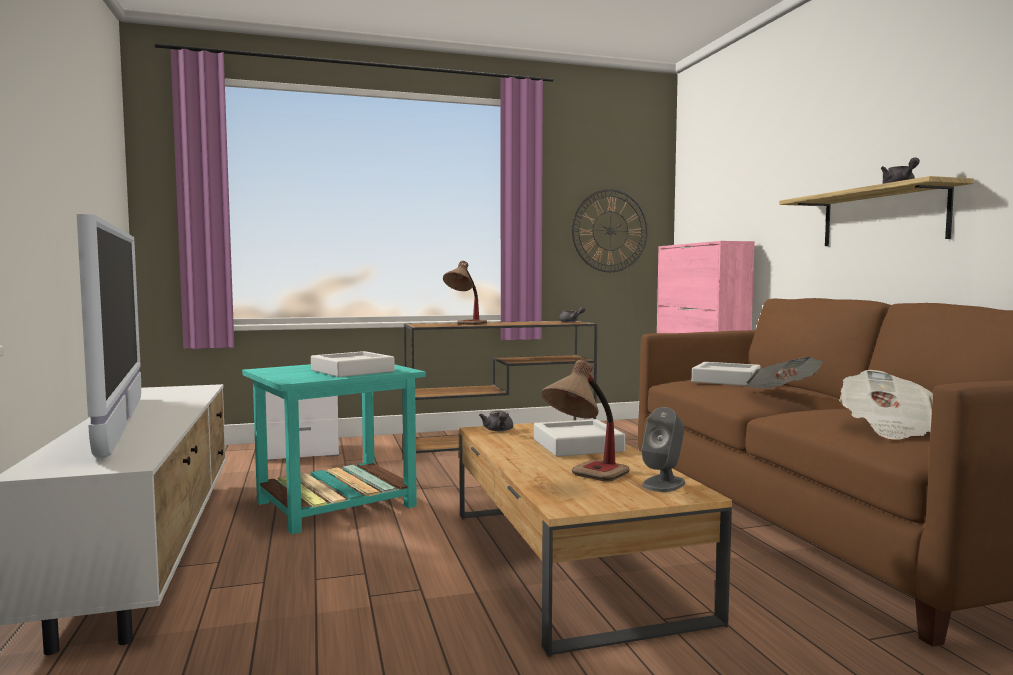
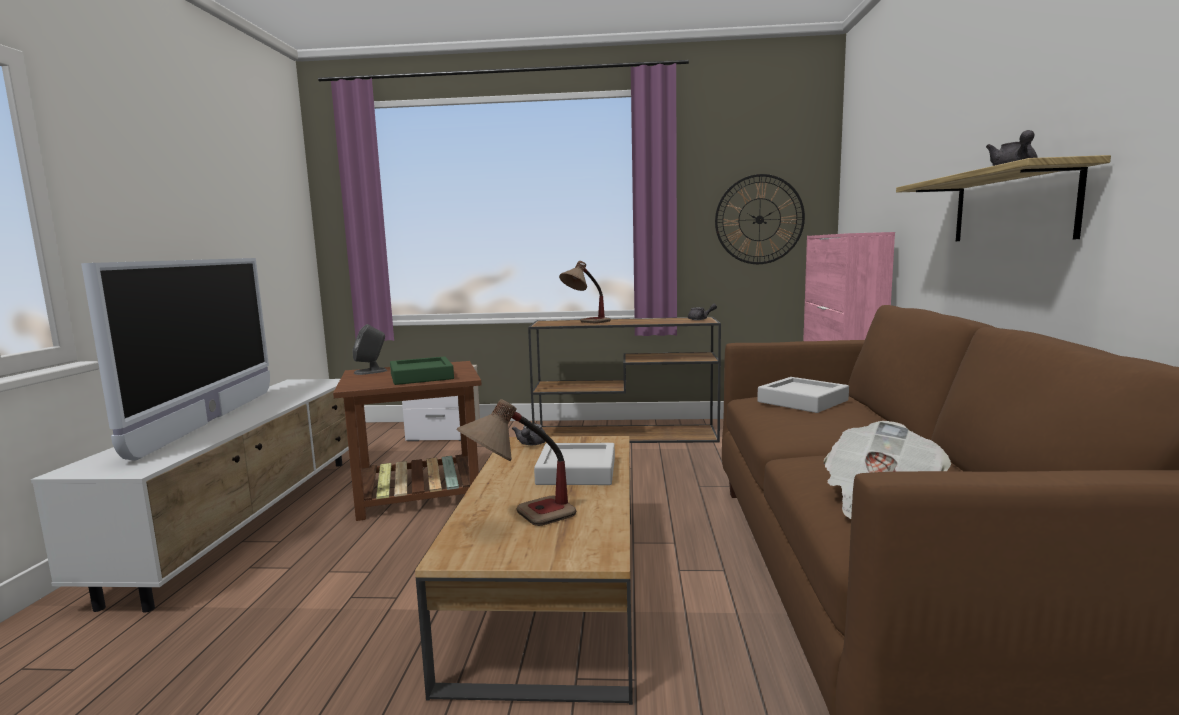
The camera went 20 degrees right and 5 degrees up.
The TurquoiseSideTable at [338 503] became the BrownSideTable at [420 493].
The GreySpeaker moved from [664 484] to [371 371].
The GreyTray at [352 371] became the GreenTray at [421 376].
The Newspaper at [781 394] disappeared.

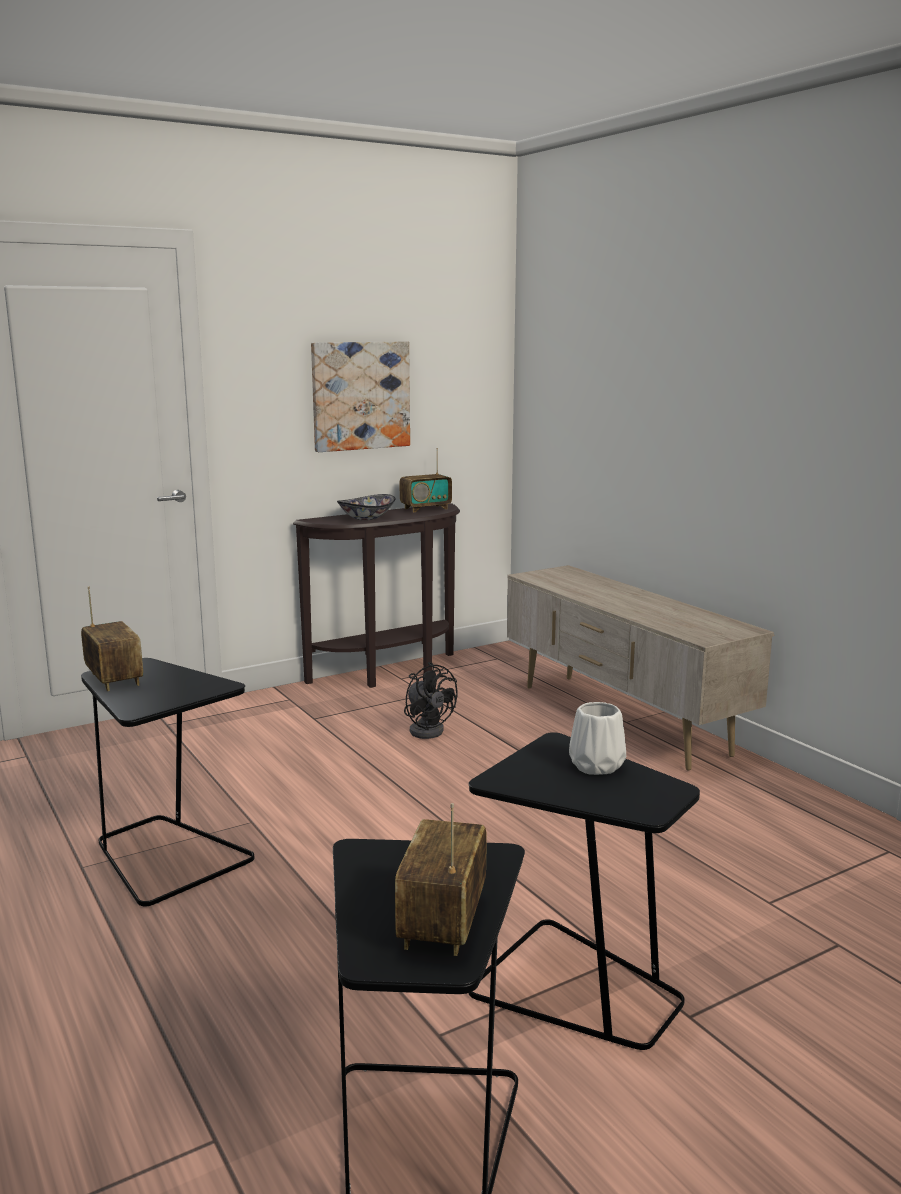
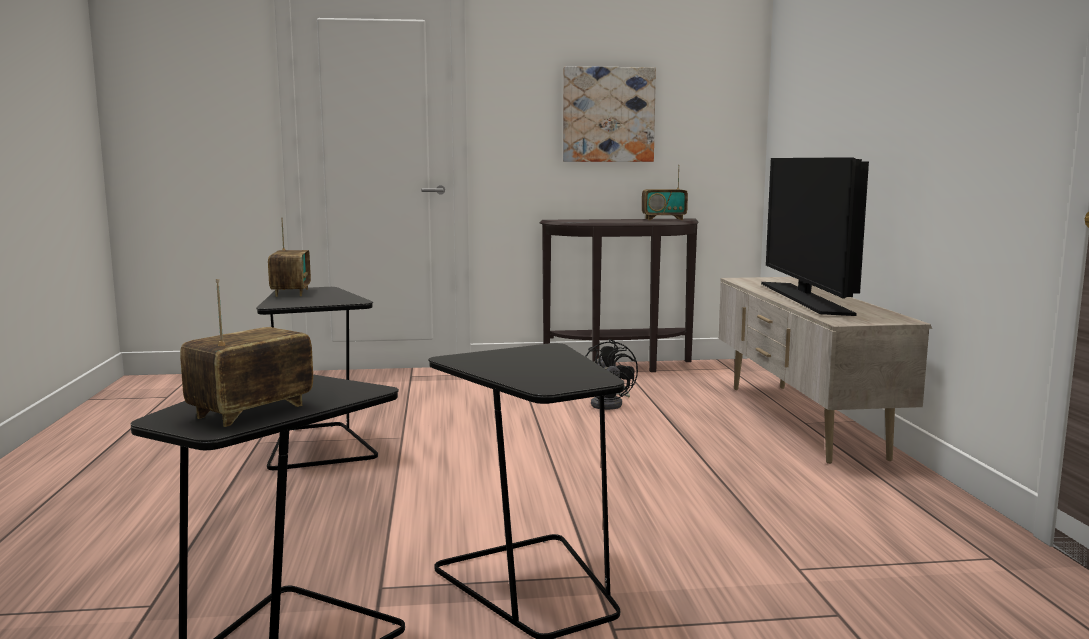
The camera went 25 degrees right and 5 degrees down.
The Television at [805 299] appeared.
The Bowl at [366 518] disappeared.
The WhiteVase at [597 766] disappeared.

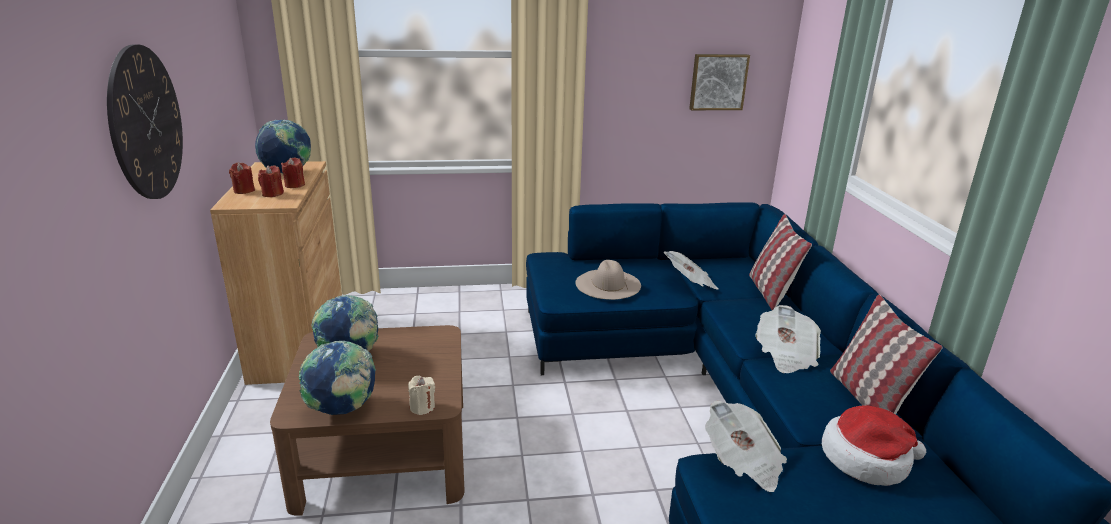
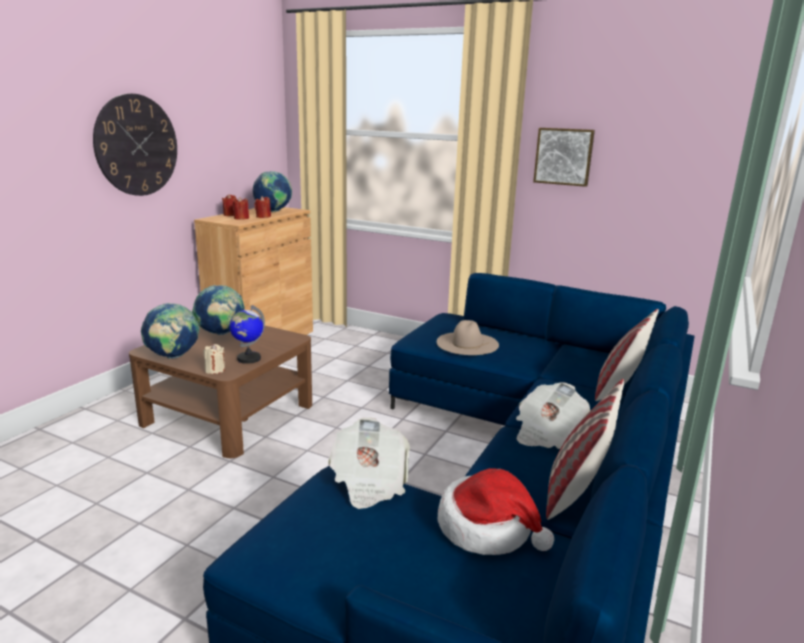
The camera went 35 degrees right and 5 degrees down.
The Globe at [248 359] appeared.
The Picture moved from [718 82] to [563 156].
The Newspaper at [690 283] disappeared.

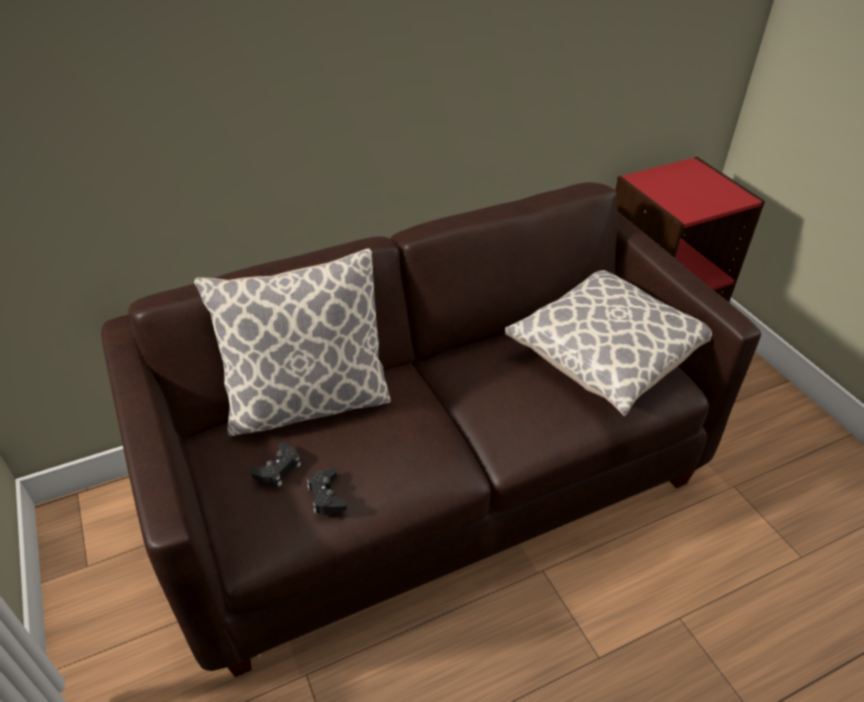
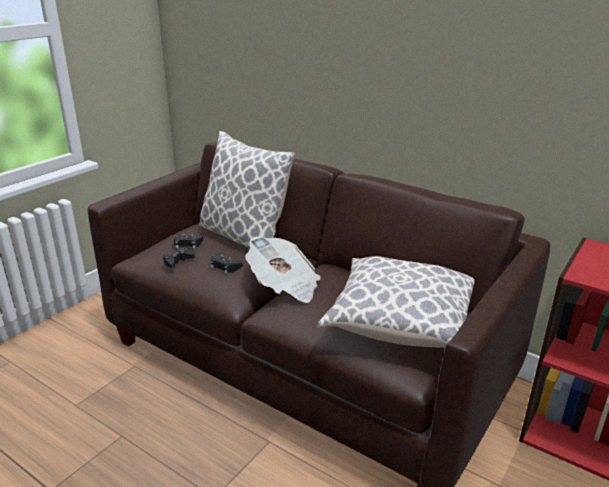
The camera went 60 degrees right and 15 degrees down.
The BlackGameController at [225 266] appeared.
The Newspaper at [284 286] appeared.

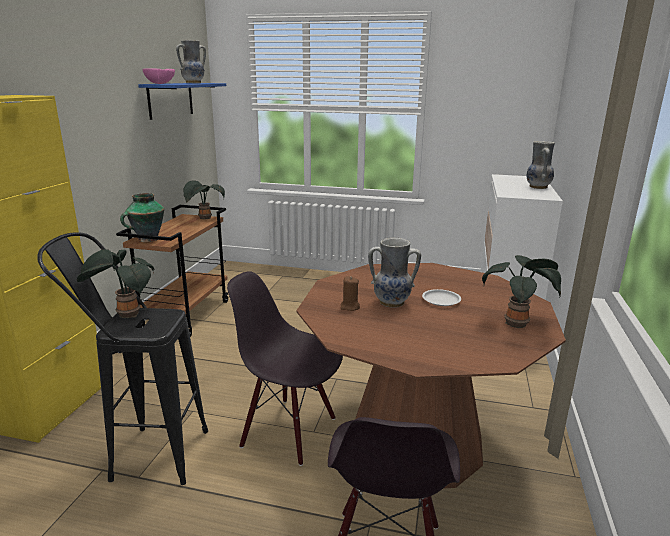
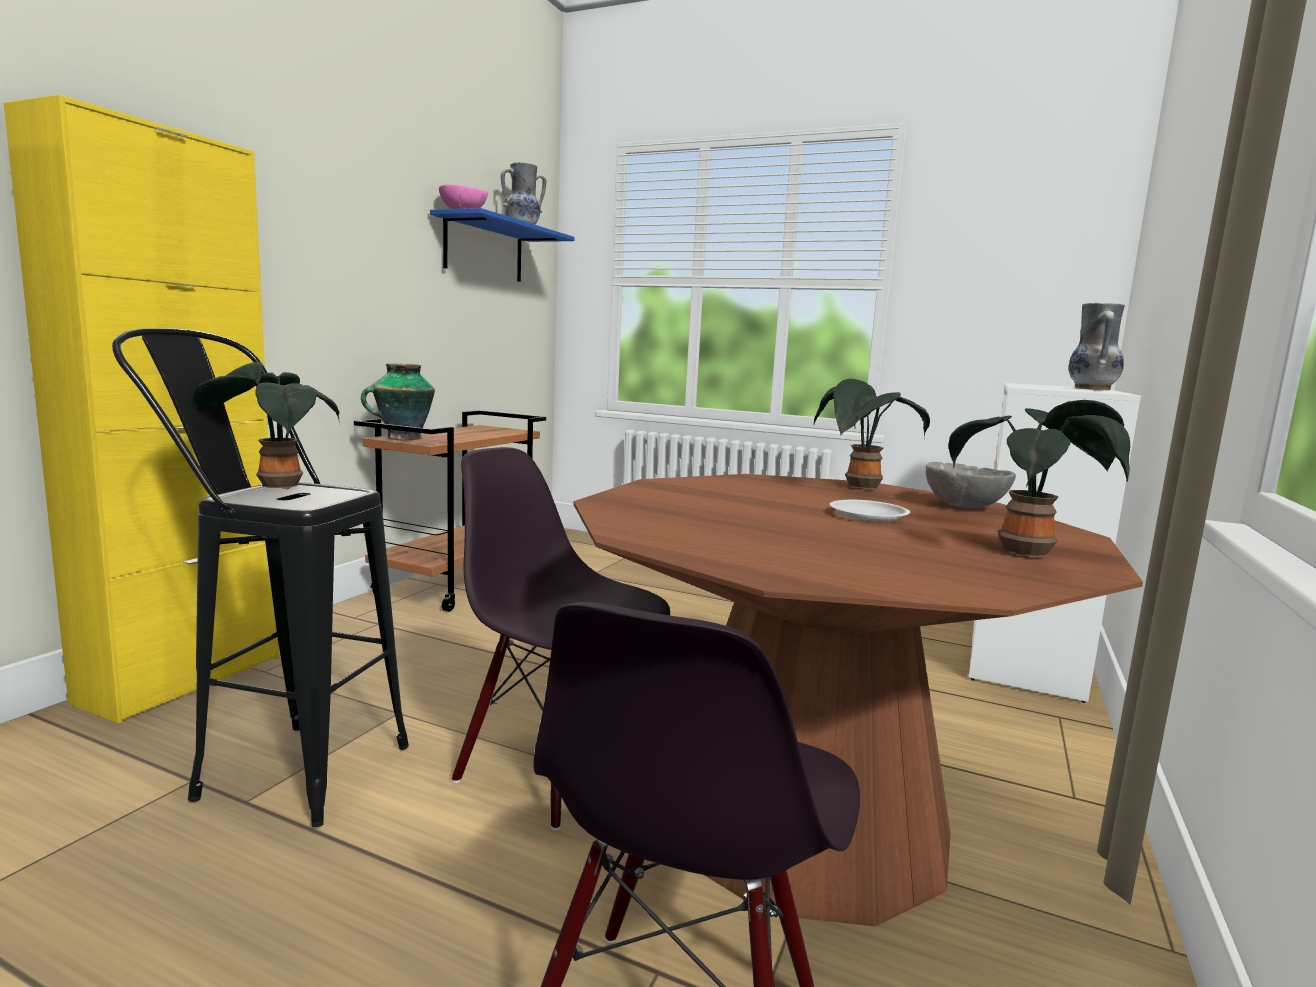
The camera went 10 degrees right and 10 degrees down.
The PottedPlant moved from [204 218] to [861 488].
The GreyBowl at [963 506] appeared.
The BrownCandle at [350 307] disappeared.
The Vase at [391 303] disappeared.

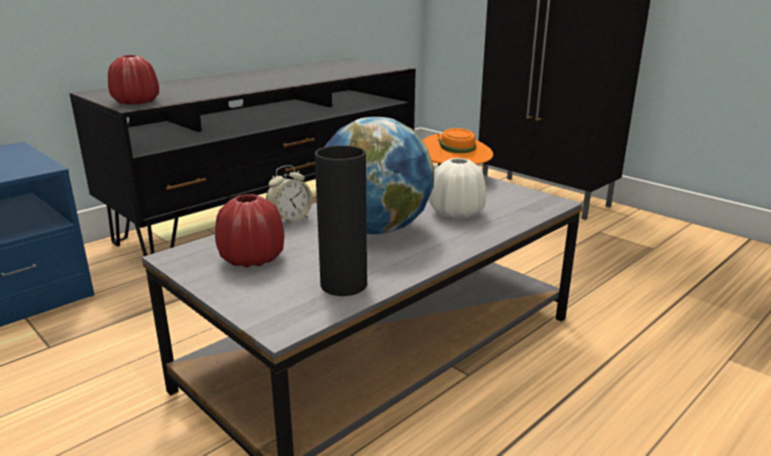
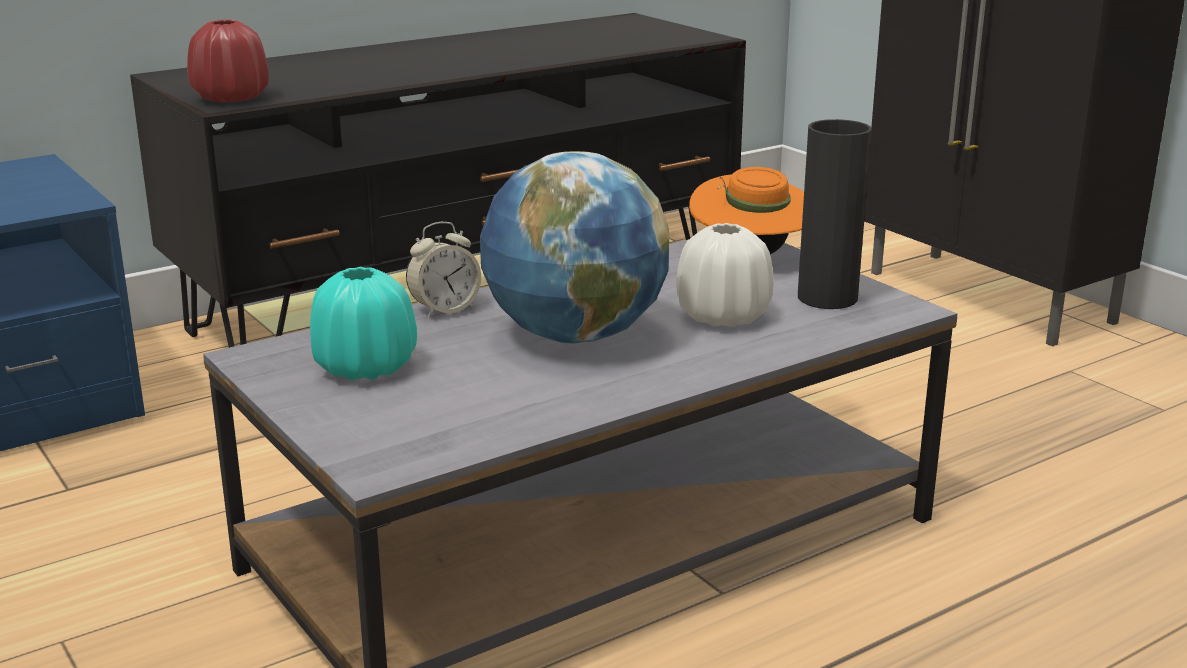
The camera went 10 degrees right and 0 degrees up.
The RedVase at [252 259] became the TurquoiseVase at [365 368].
The BlackVase moved from [344 285] to [827 298].

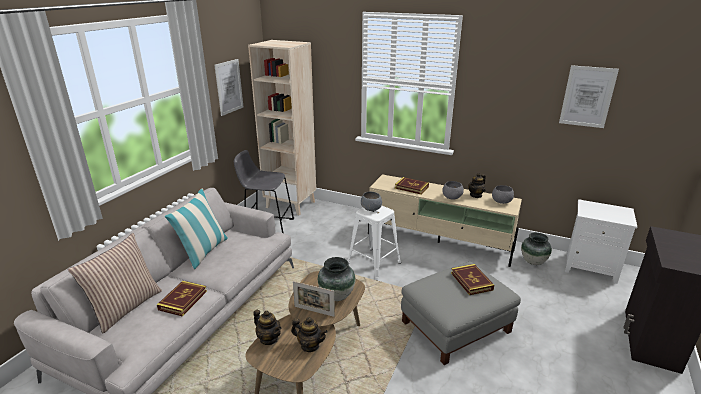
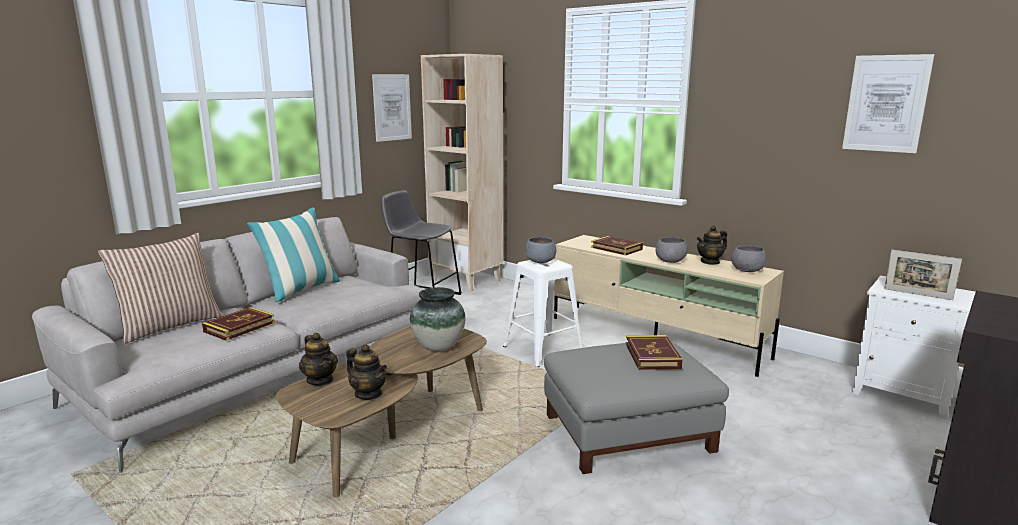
The camera went 15 degrees right and 10 degrees down.
The PictureFrame moved from [314 311] to [917 294].
The Vase at [533 262] disappeared.

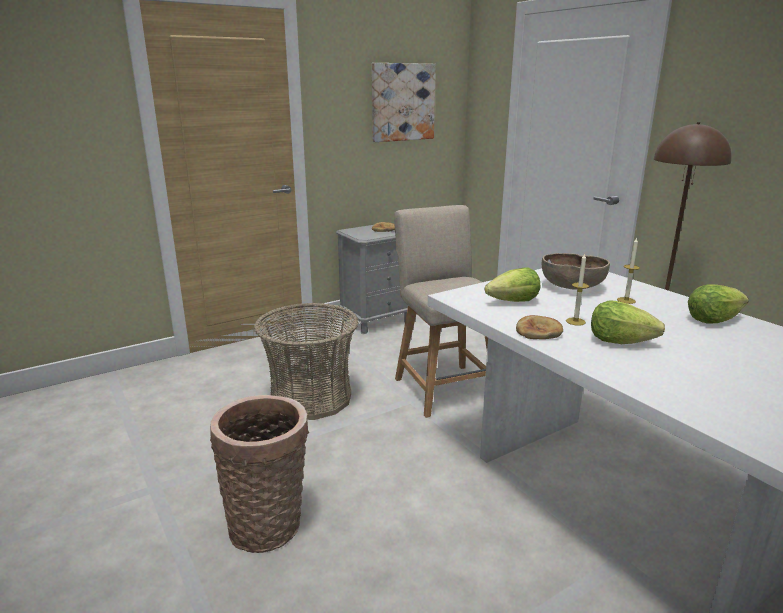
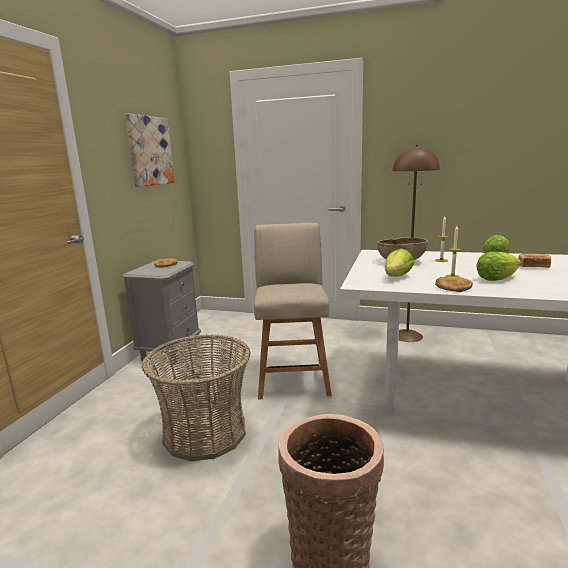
The camera went 40 degrees left and 5 degrees down.
The BeigeChair at [443 387] turned 60 degrees clockwise.
The Bread at [533 267] appeared.

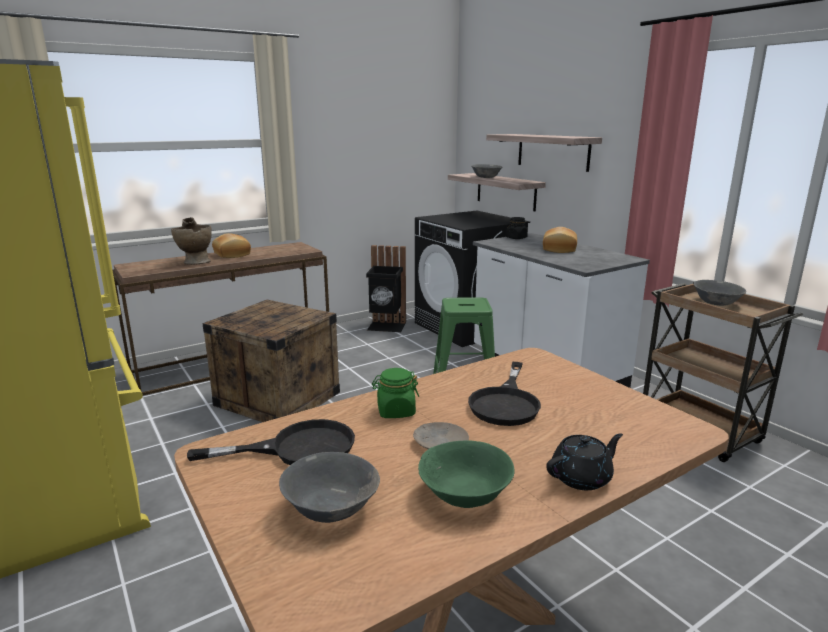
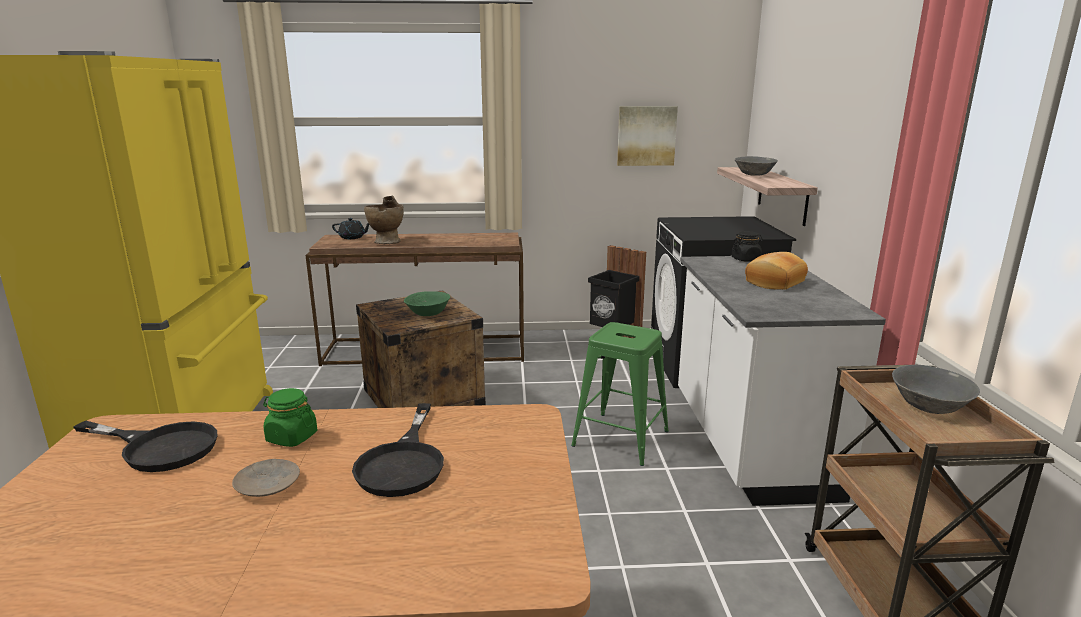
The camera went 30 degrees right and 0 degrees up.
The BlackTeapot moved from [582 477] to [352 237].
The BlackFryingPan at [506 402] turned 45 degrees counterclockwise.
The GreenBowl moved from [465 493] to [428 313].
The Picture at [646 136] appeared.
The Bread at [231 254] disappeared.
The GreyBowl at [329 508] disappeared.
The Shelf at [553 151] disappeared.

